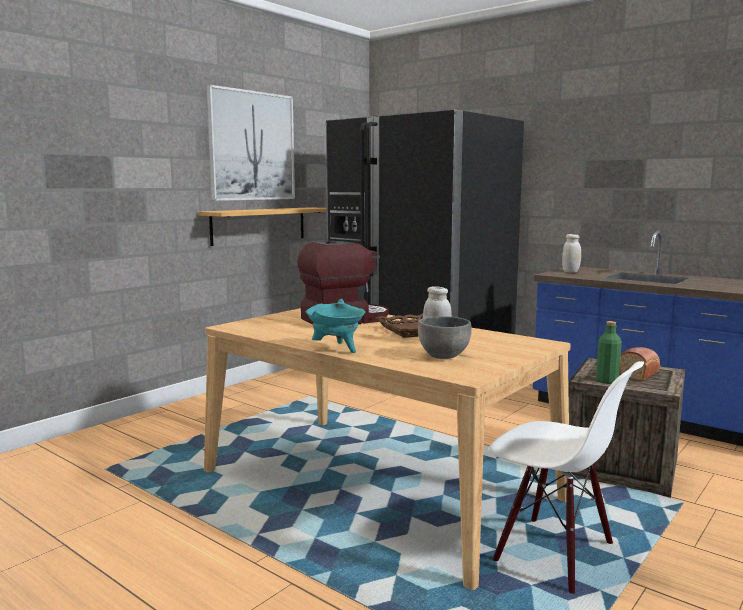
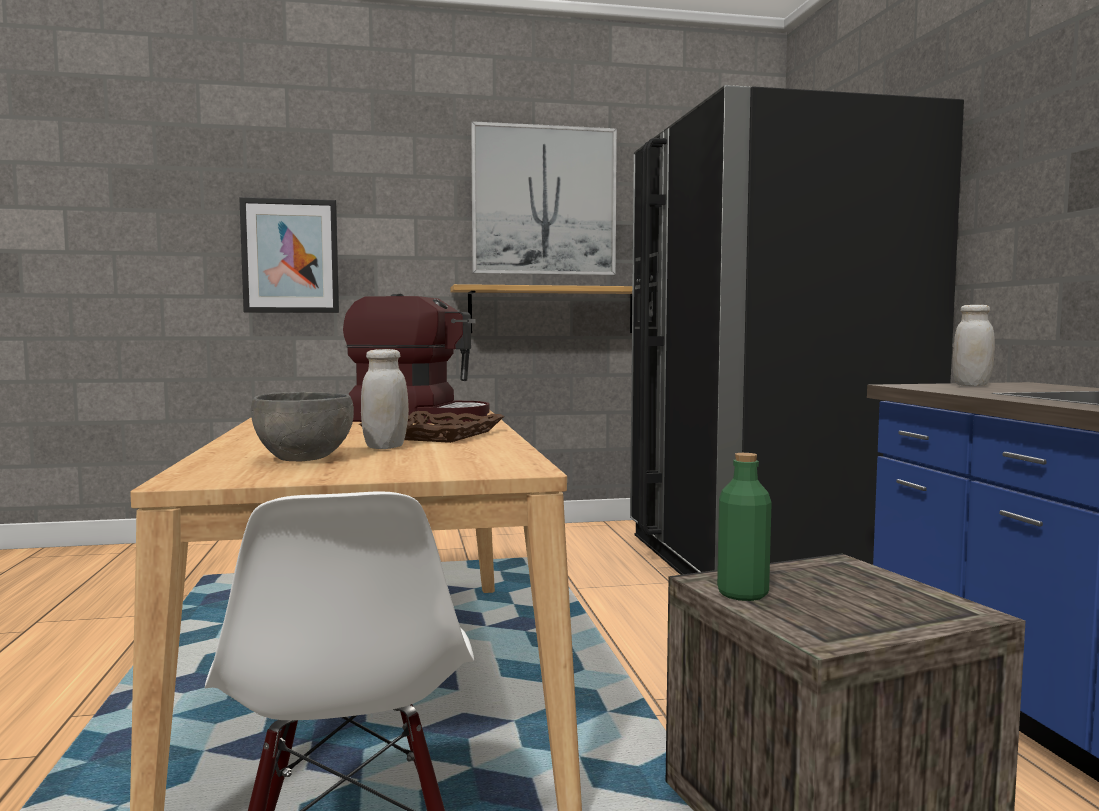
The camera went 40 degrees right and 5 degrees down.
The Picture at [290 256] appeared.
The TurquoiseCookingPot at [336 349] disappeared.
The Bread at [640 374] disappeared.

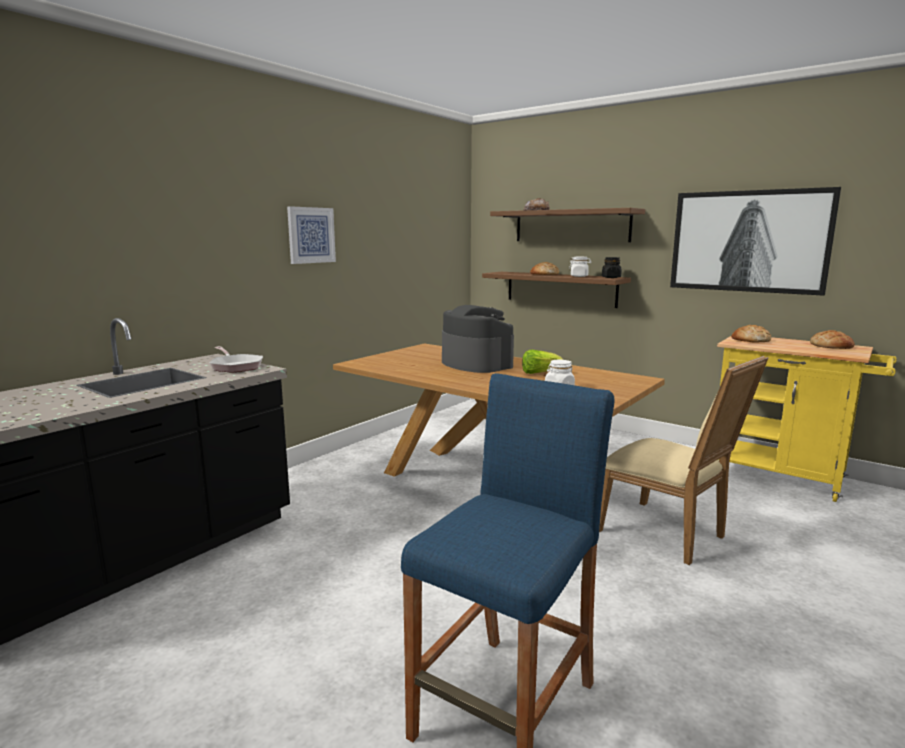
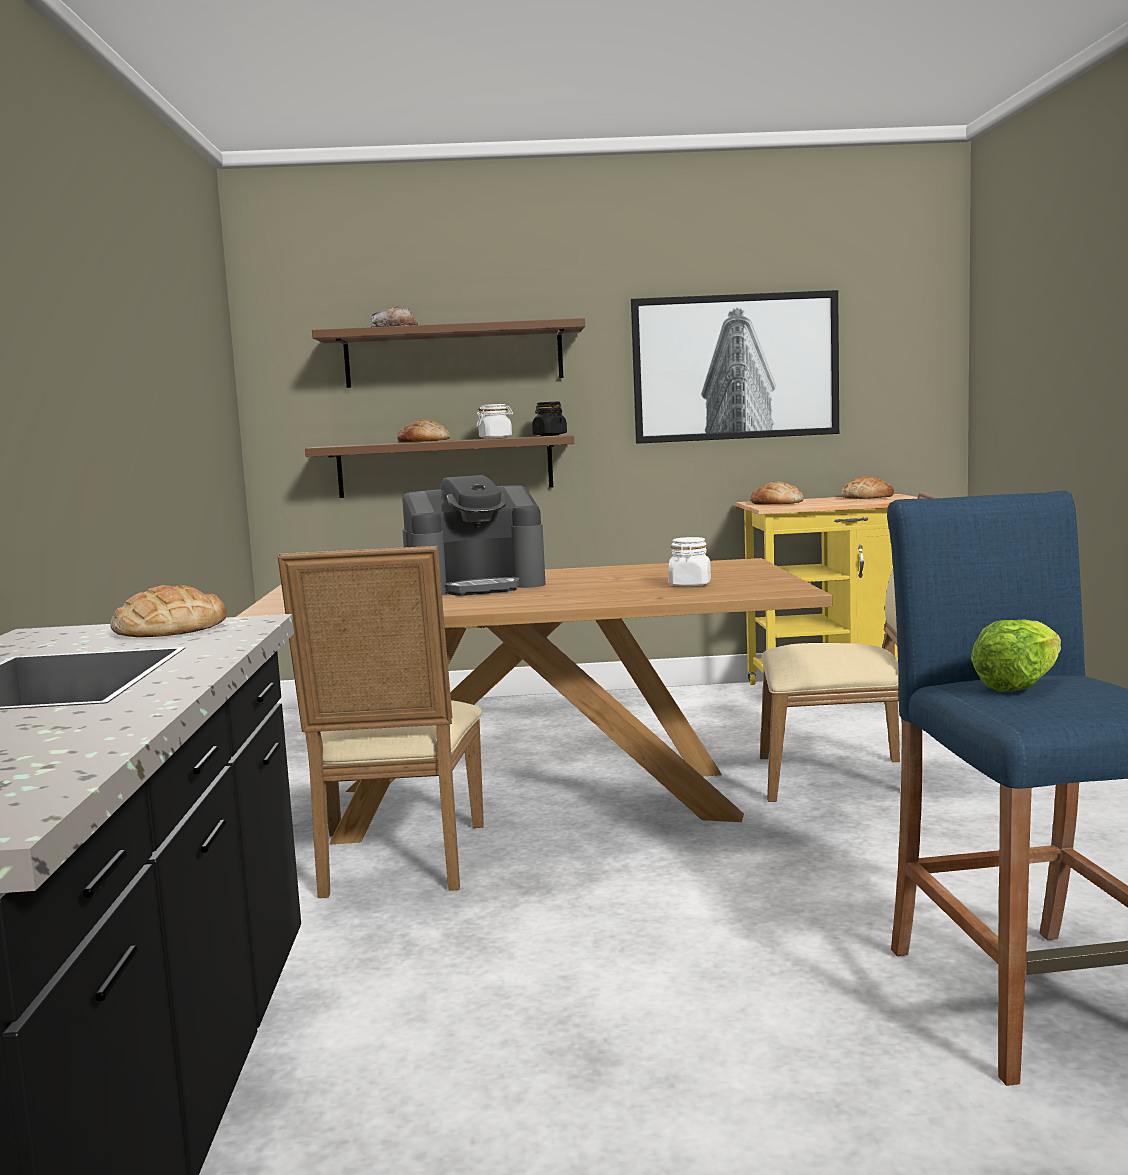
The camera went 40 degrees left and 5 degrees down.
The FryingPan at [235 366] was replaced by the Bread at [169 629].
The BeigeChair at [397 864] appeared.
The CoffeeMachine at [475 364] turned 150 degrees clockwise.
The Lettuce moved from [539 373] to [1018 685].
The Picture at [311 235] disappeared.

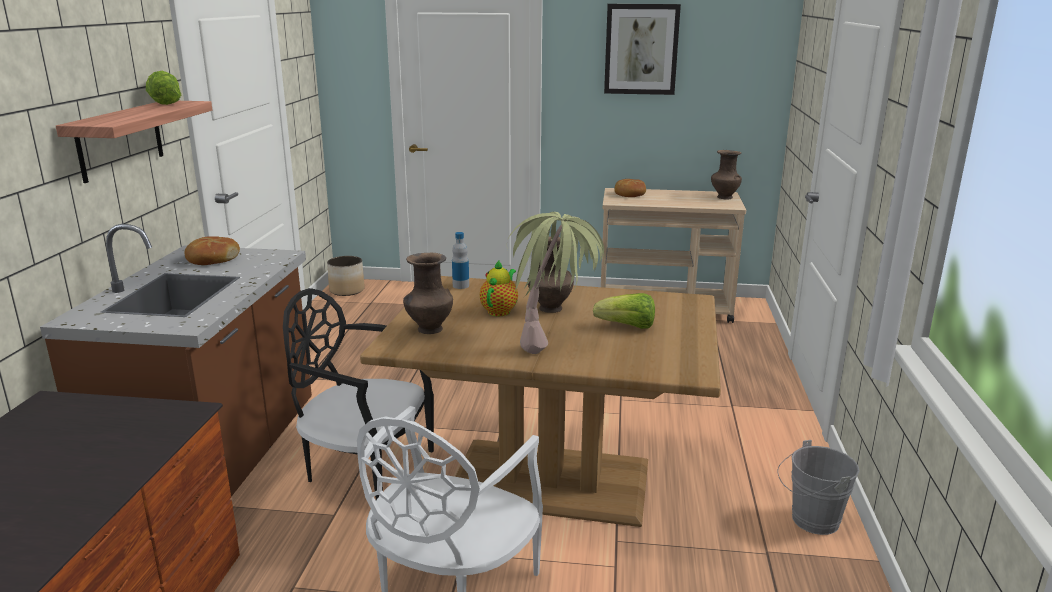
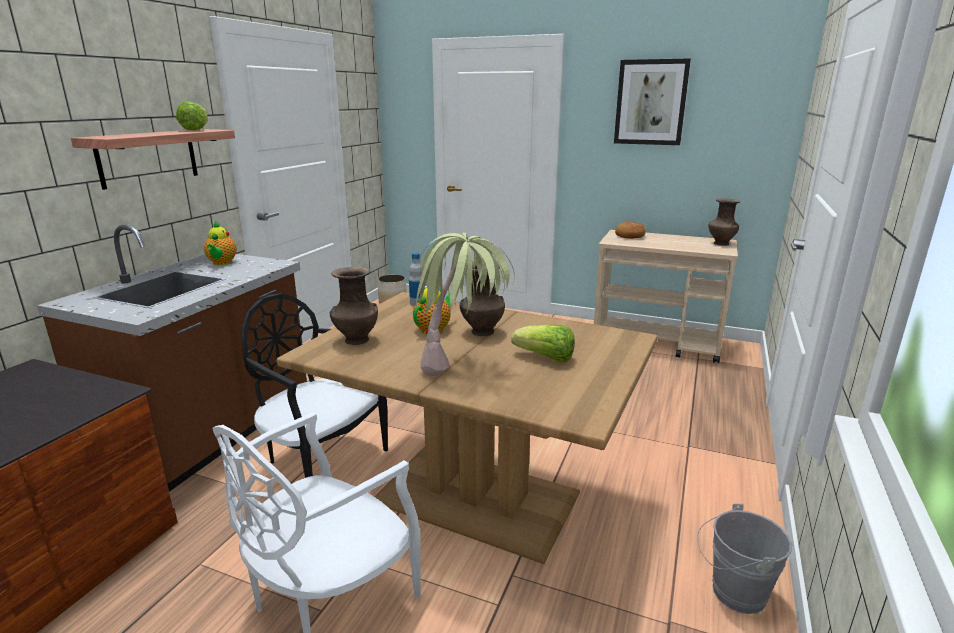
The camera went 15 degrees right and 0 degrees up.
The Bread at [212 259] was replaced by the Teapot at [222 263].

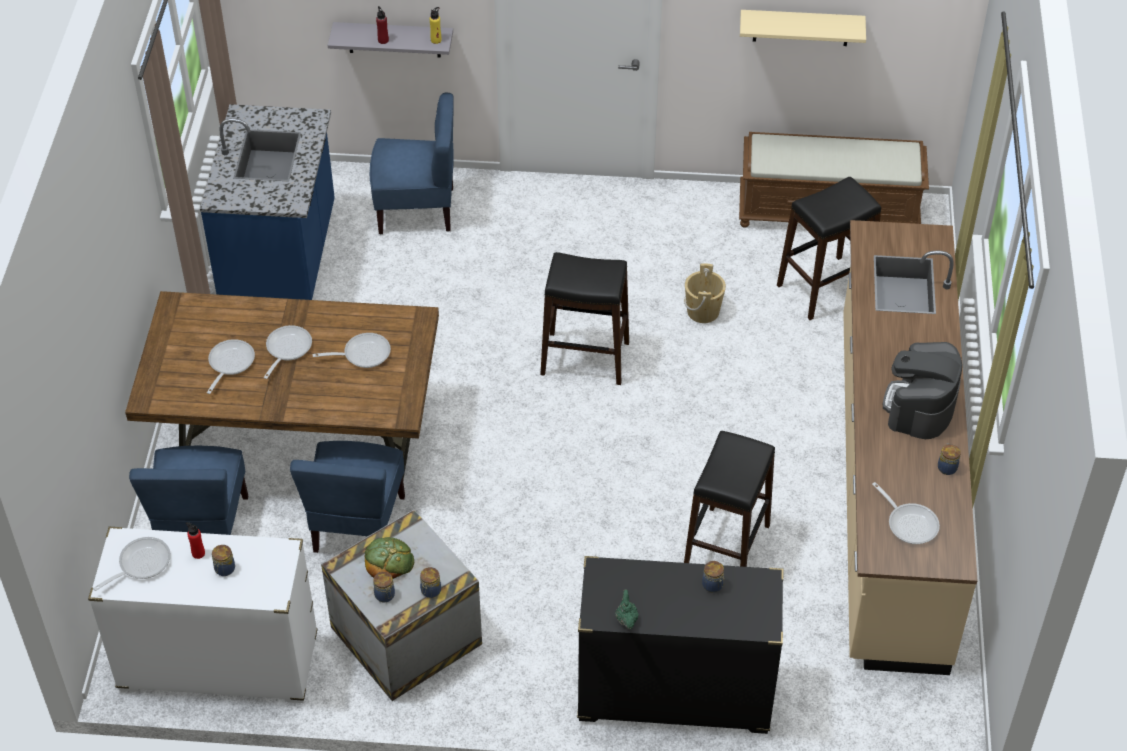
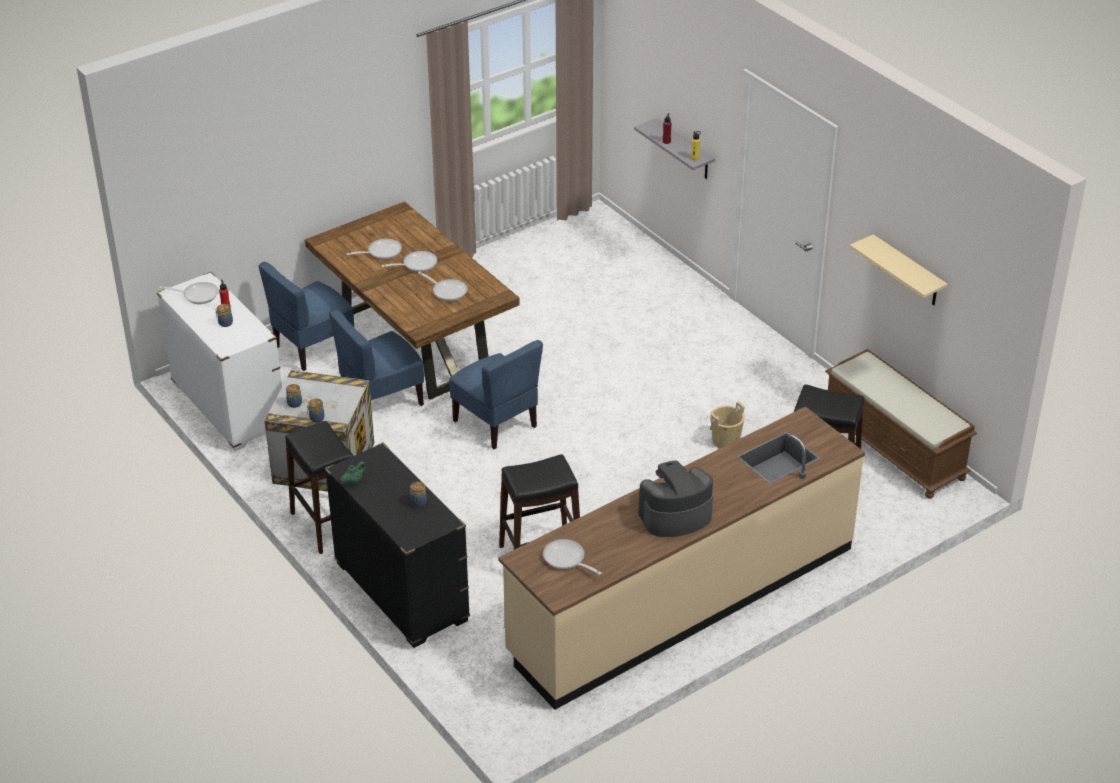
The camera went 50 degrees right and 10 degrees down.
The BlackStool moved from [585 358] to [328 524].
The BlueChair moved from [416 209] to [496 423].
The FryingPan at [909 523] turned 120 degrees clockwise.
The BlueCounter at [281 257] disappeared.
The Bread at [388 560] disappeared.
The Jar at [947 467] disappeared.

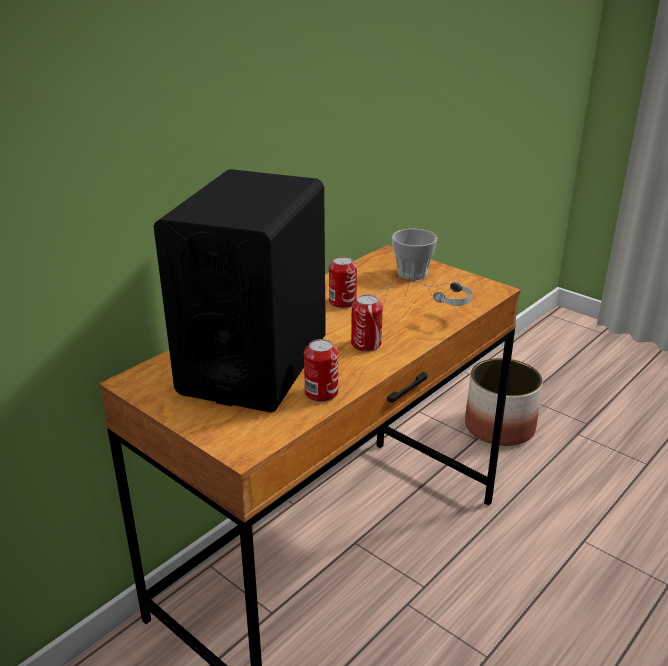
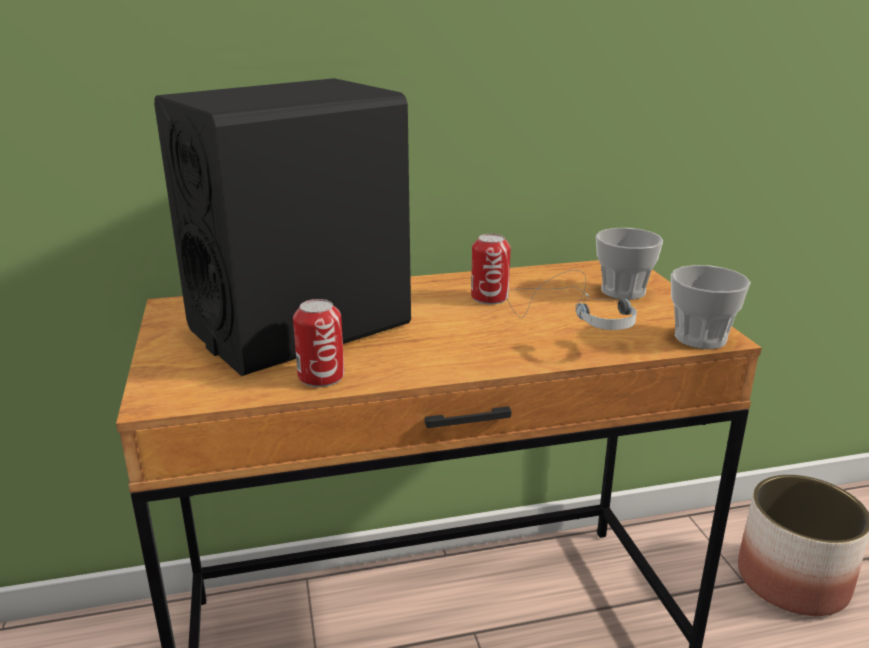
The camera went 35 degrees right and 5 degrees down.
The Cup at [700 338] appeared.
The Can at [366 344] disappeared.

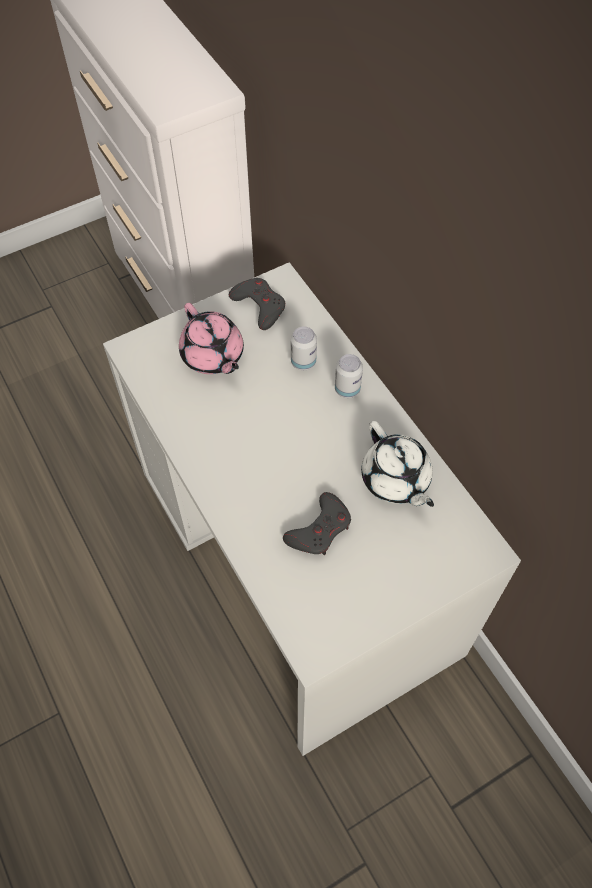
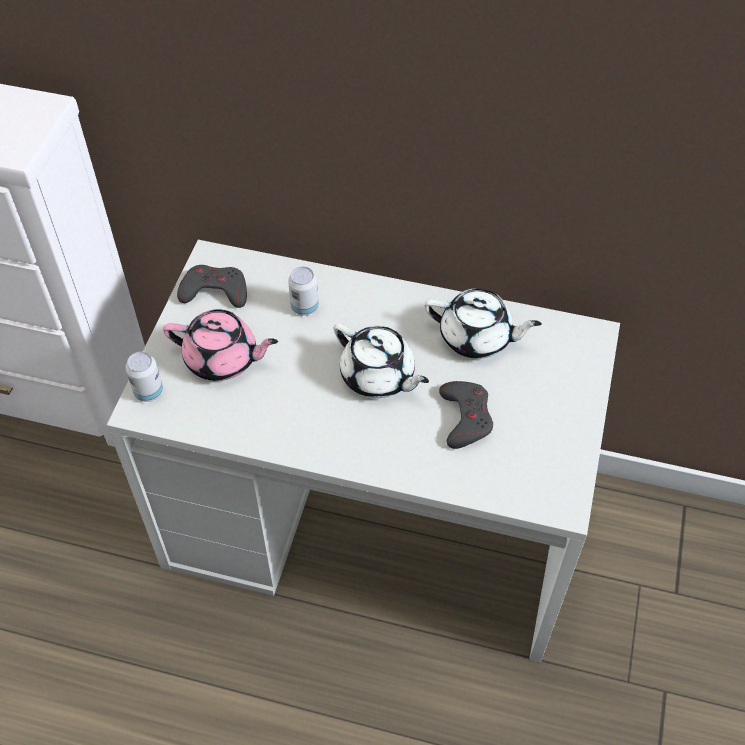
The camera went 45 degrees left and 5 degrees down.
The Can moved from [347 389] to [148 392].
The WhiteTeapot at [378 376] appeared.

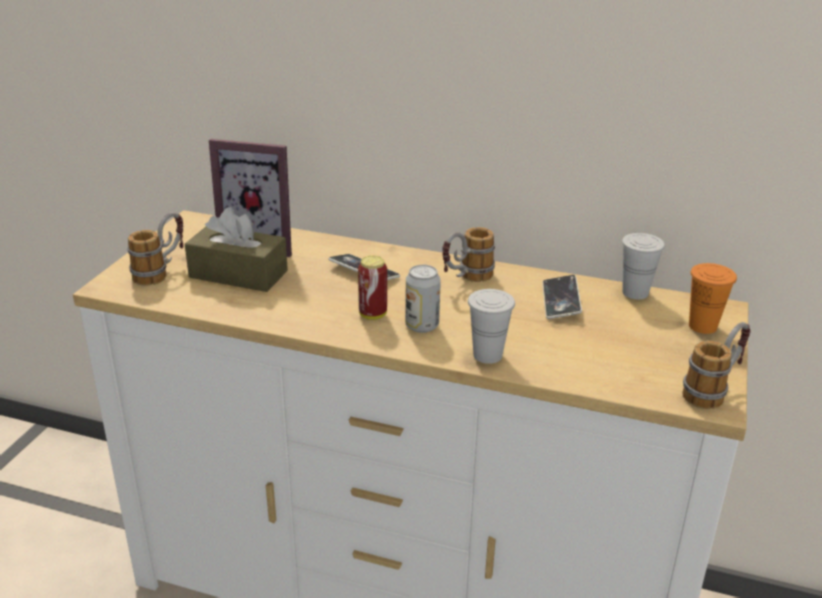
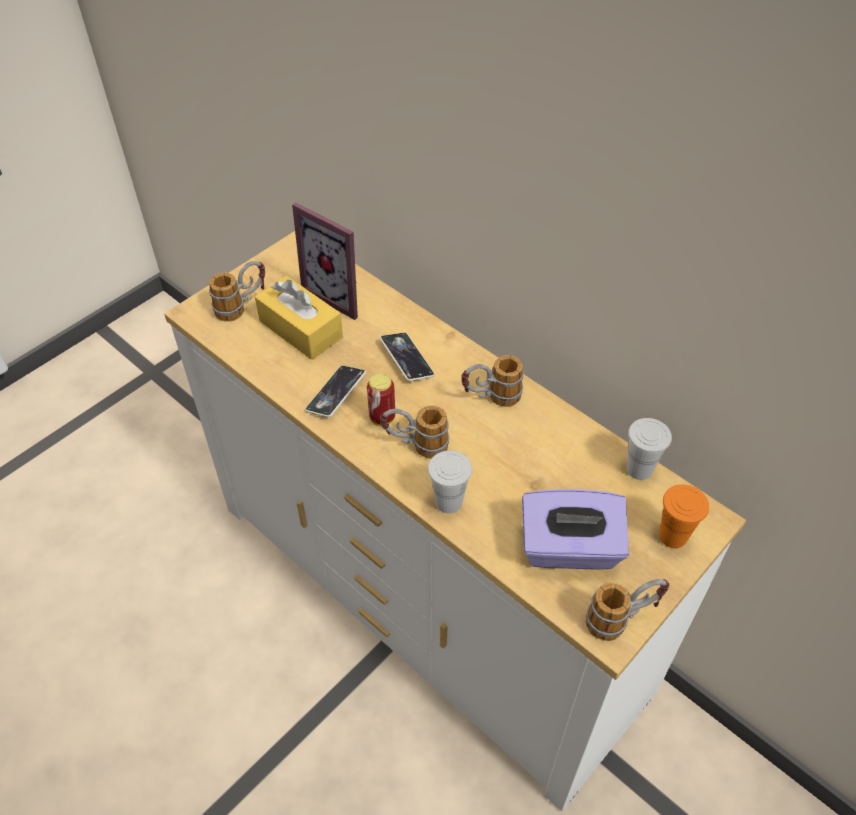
The camera went 25 degrees right and 20 degrees up.
The BrownTissueBox at [238 274] became the YellowTissueBox at [301 329].
The Phone moved from [560 301] to [336 394].
The Can at [422 326] was replaced by the Mug at [415 446].
The PurpleTissueBox at [569 549] appeared.

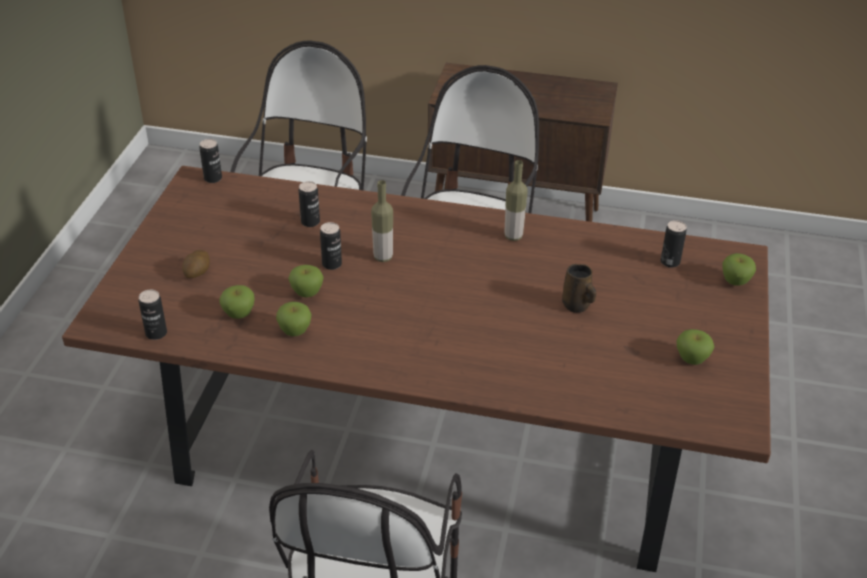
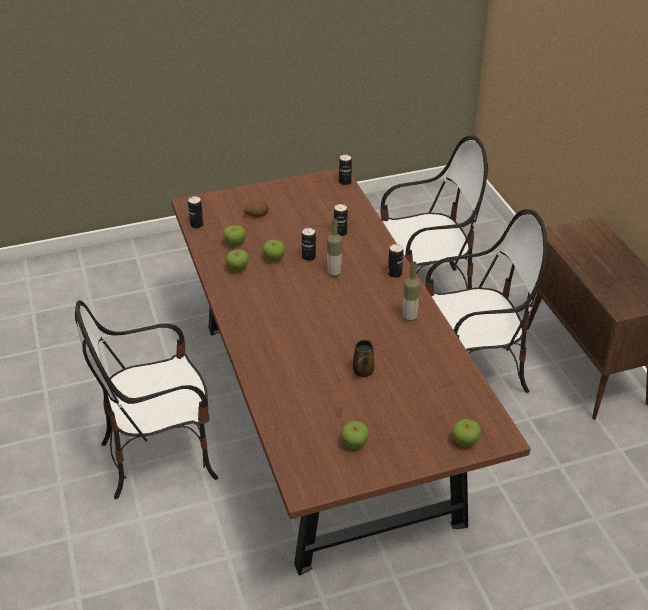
The camera went 60 degrees right and 0 degrees up.
The Can moved from [670 262] to [394 273].

